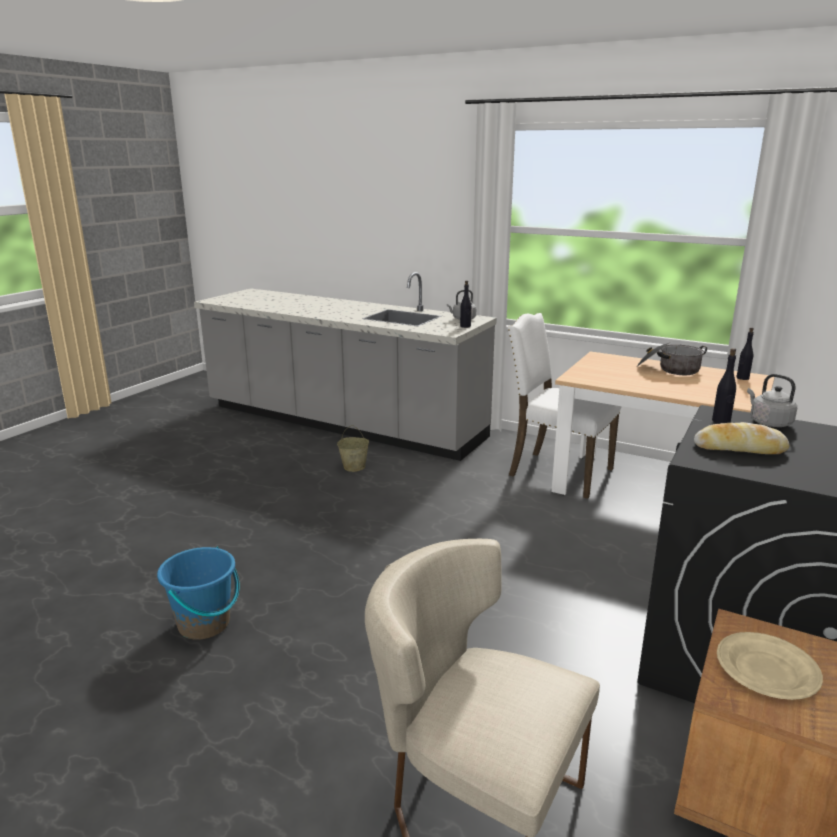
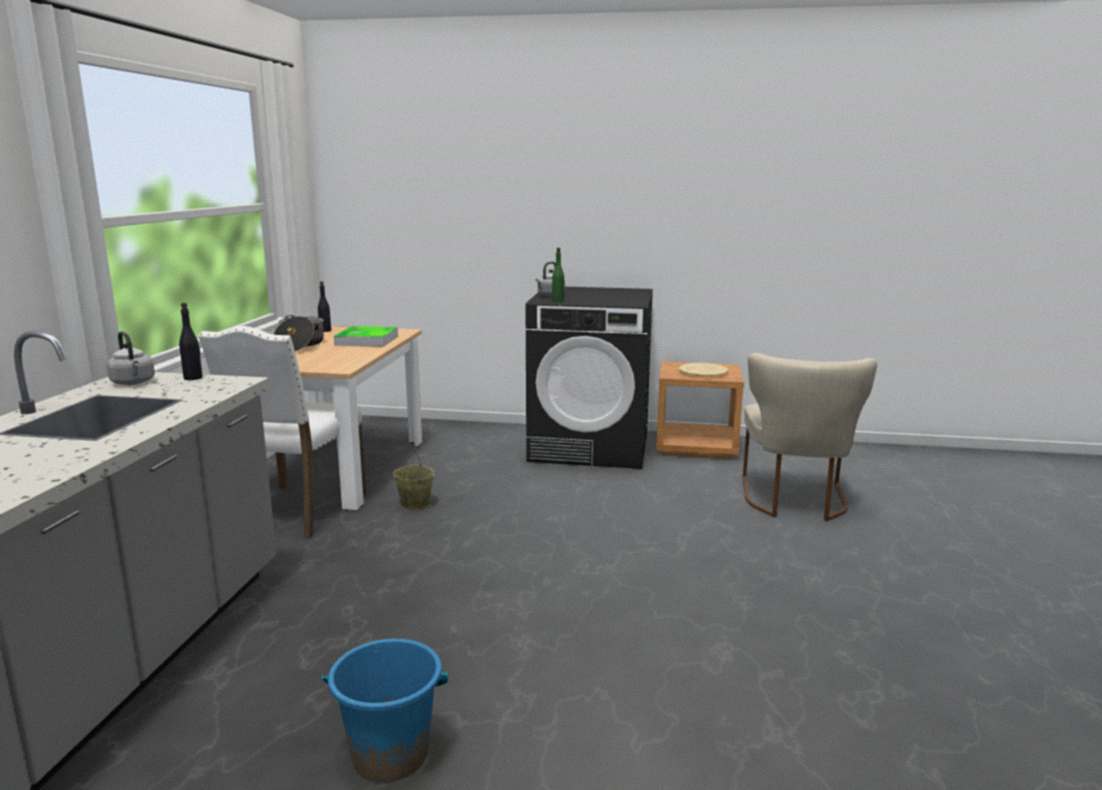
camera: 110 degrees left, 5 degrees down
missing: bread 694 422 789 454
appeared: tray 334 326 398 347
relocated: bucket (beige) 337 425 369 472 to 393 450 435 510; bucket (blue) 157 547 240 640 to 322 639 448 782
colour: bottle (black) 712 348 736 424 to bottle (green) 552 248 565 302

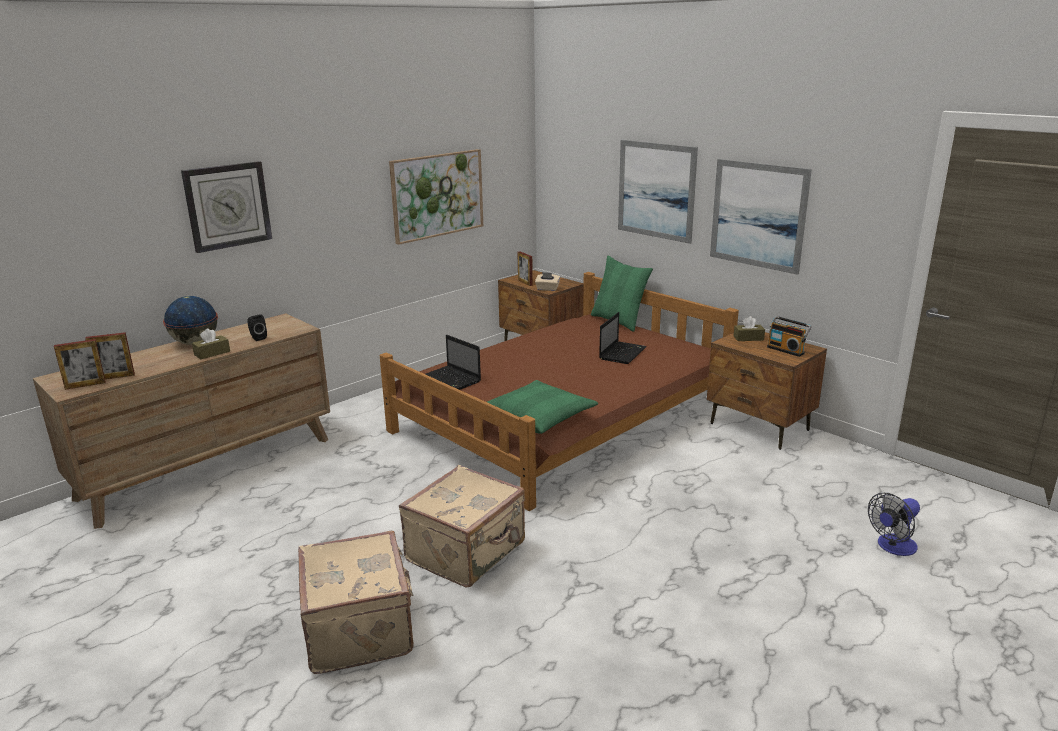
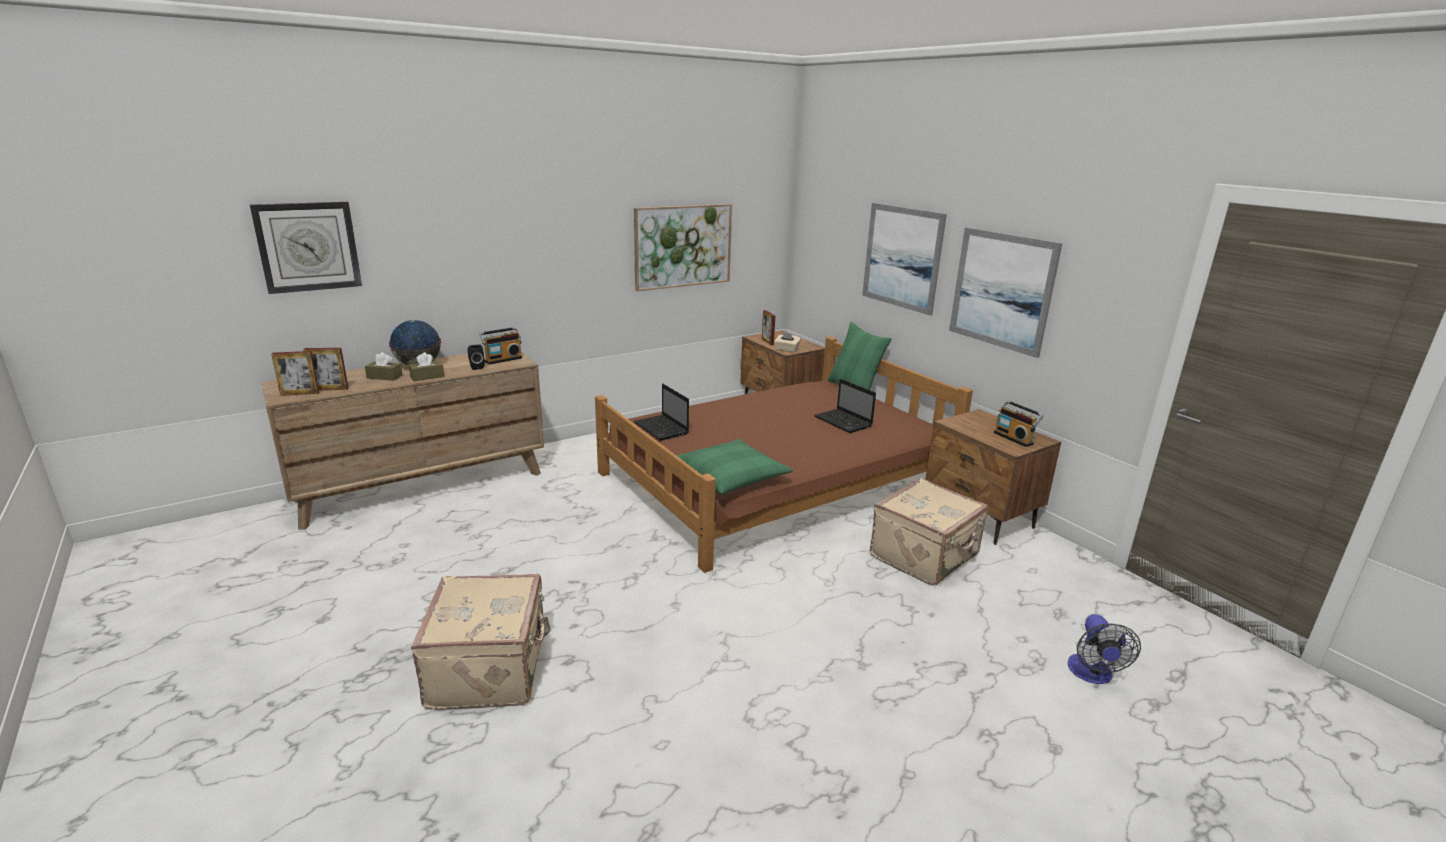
camera: 10 degrees right, 0 degrees up
appeared: radio 479 327 522 365
relocated: wall clock 181 161 272 253 to 250 202 362 294; tissue box (brown) 734 316 765 341 to 365 352 403 381; suitcase (beige) 399 465 525 587 to 870 478 988 586
spun: laptop 599 312 647 364 = 814 379 876 433 105 degrees clockwise; fan 868 493 920 556 = 1068 614 1141 684 60 degrees counterclockwise

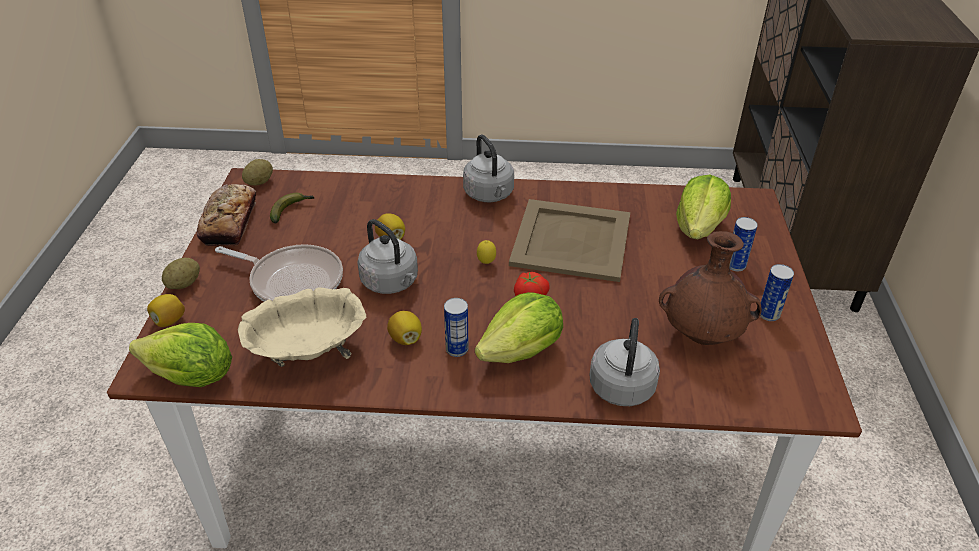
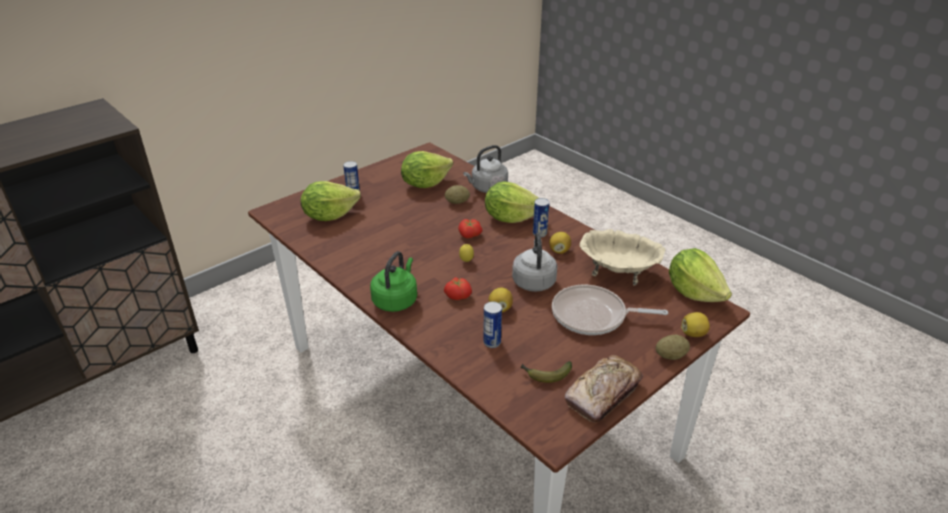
camera: 135 degrees left, 5 degrees down
missing: tray (beige) 509 199 630 282
appeared: tomato 444 277 472 300
relocated: potato 242 159 273 186 to 445 185 470 204; can 760 264 794 321 to 483 302 502 348
exchanged: vase (brown) 659 231 762 345 to lettuce 401 151 453 188
colour: kettle (grey) 463 134 514 202 to kettle (green) 370 251 417 312
spun: frying pan 215 244 343 302 = 552 285 668 335 60 degrees counterclockwise

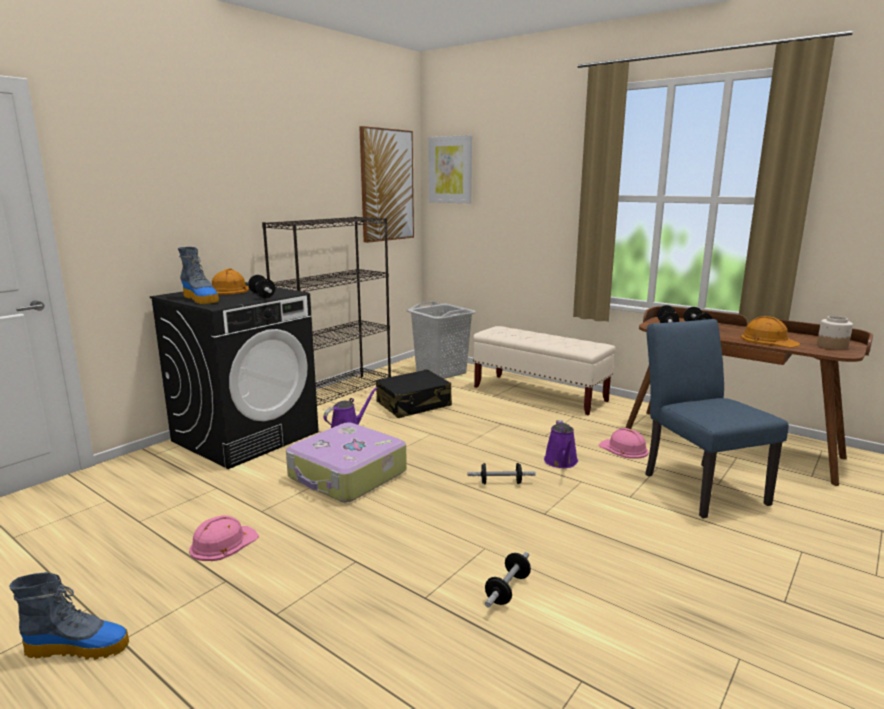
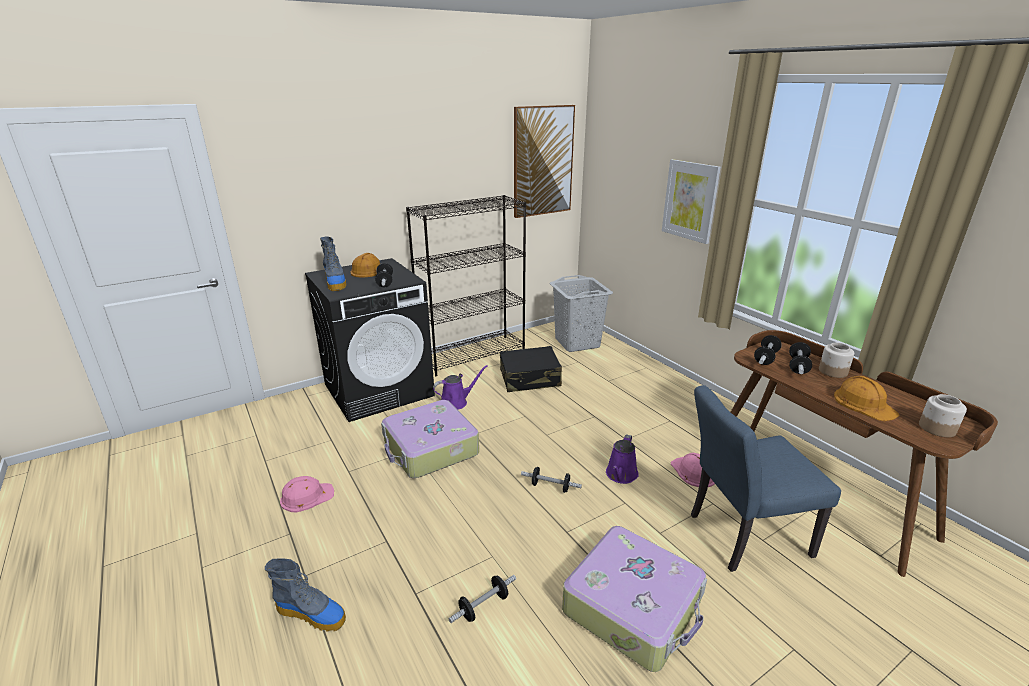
camera: 20 degrees right, 10 degrees up
missing: bench (beige) 473 326 615 415
appeared: jar 819 343 854 378; suitcase 562 526 707 672
relocated: picture 428 135 472 203 to 662 159 721 244; boot 9 572 129 660 to 265 558 346 632
spun: chair (blue) 645 319 789 518 = 691 385 841 572 105 degrees counterclockwise

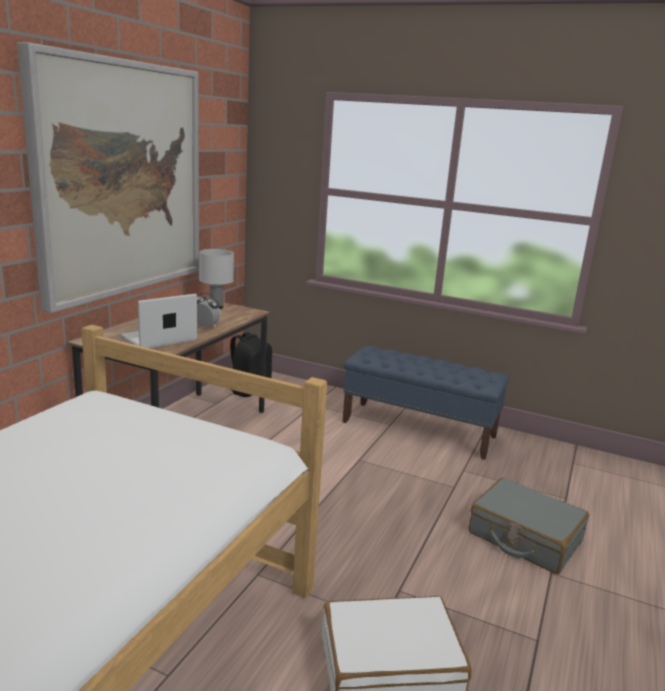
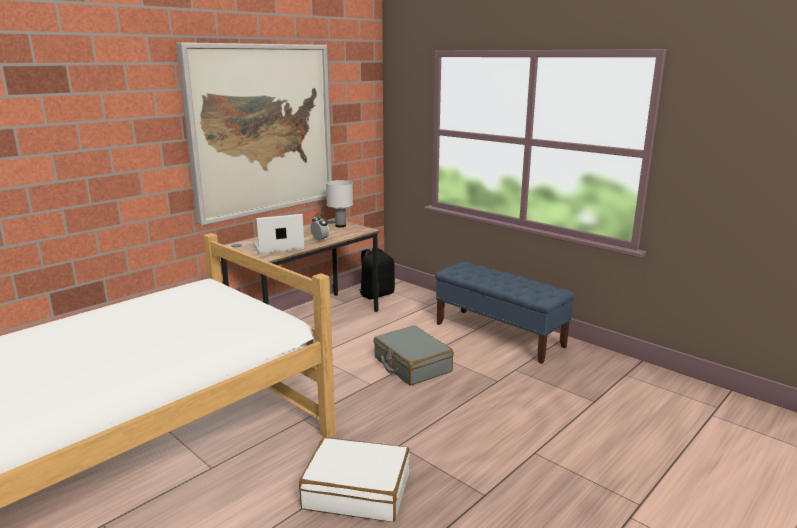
camera: 20 degrees right, 0 degrees up
relocated: suitcase (grey) 468 477 589 574 to 374 325 454 386

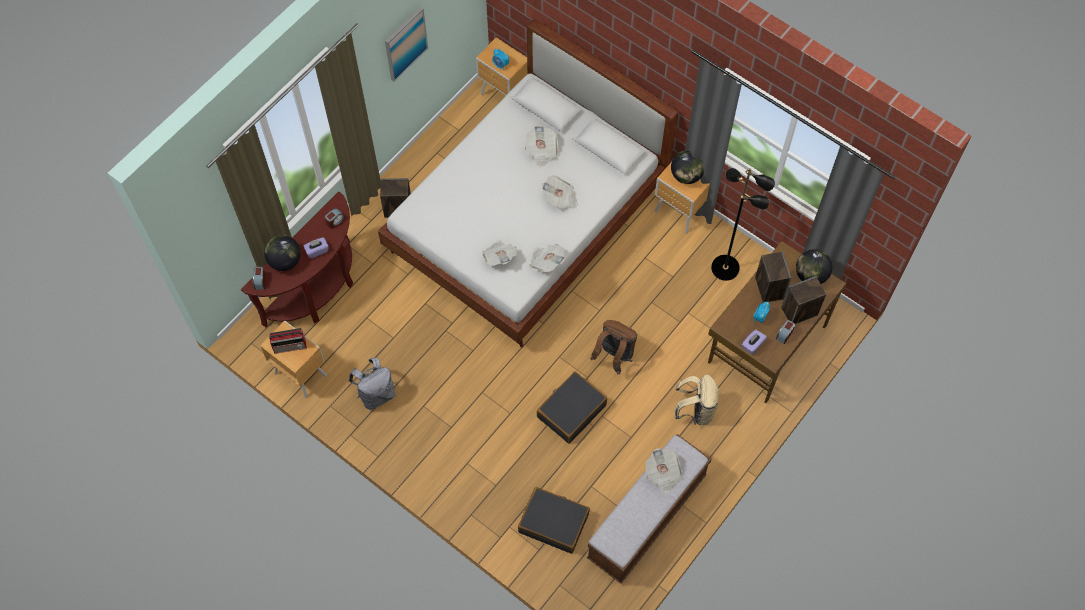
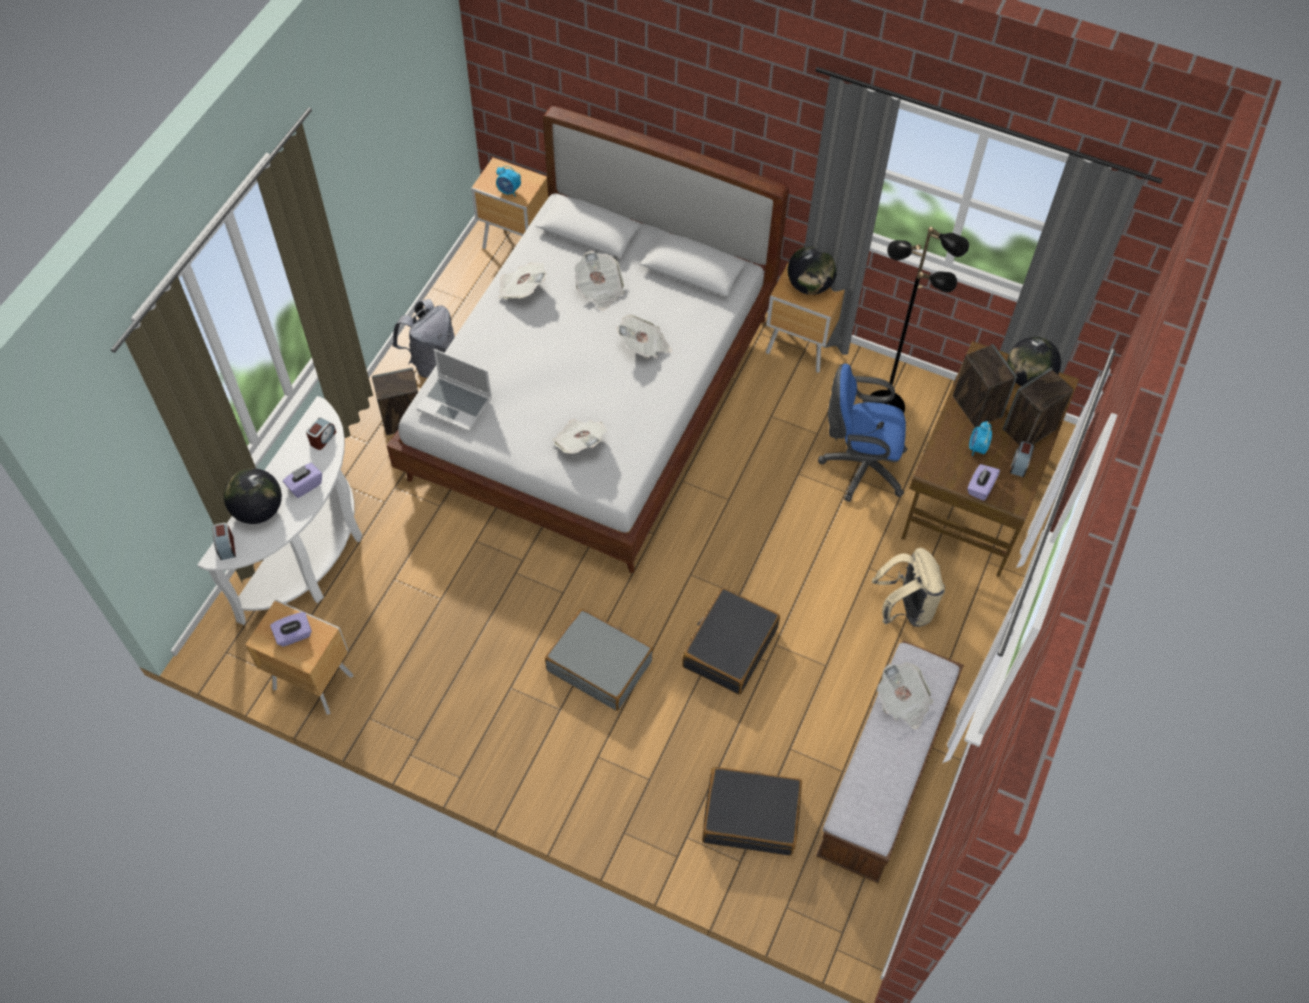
camera: 15 degrees left, 5 degrees down
missing: picture 385 7 428 82; backpack (brown) 590 320 637 374
appeared: laptop 417 349 492 432; office chair (blue) 818 364 908 502; suitcase (grey) 545 609 653 711
relocated: newspaper 530 244 565 272 to 499 262 546 299; backpack (grey) 349 358 395 410 to 392 299 455 378
exchanged: radio 269 328 307 354 to tissue box (purple) 270 612 312 647
colour: console table (brown) 241 191 353 328 to console table (white) 197 396 362 625

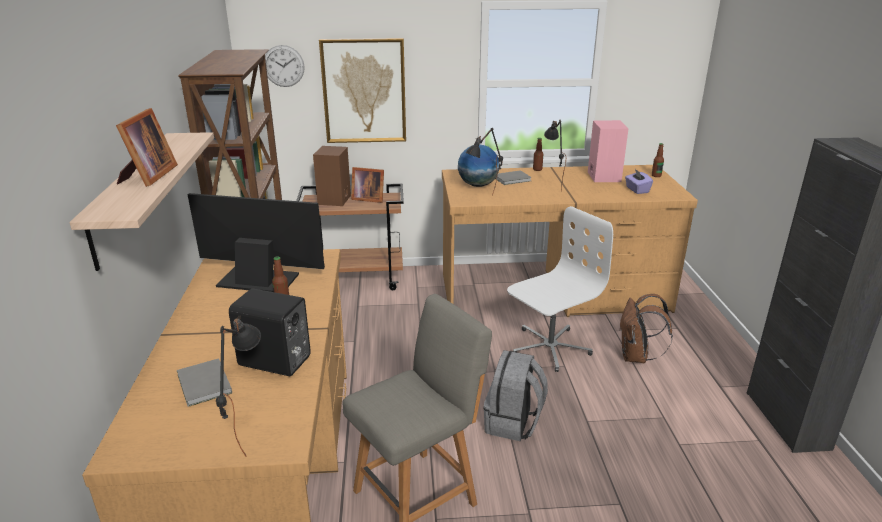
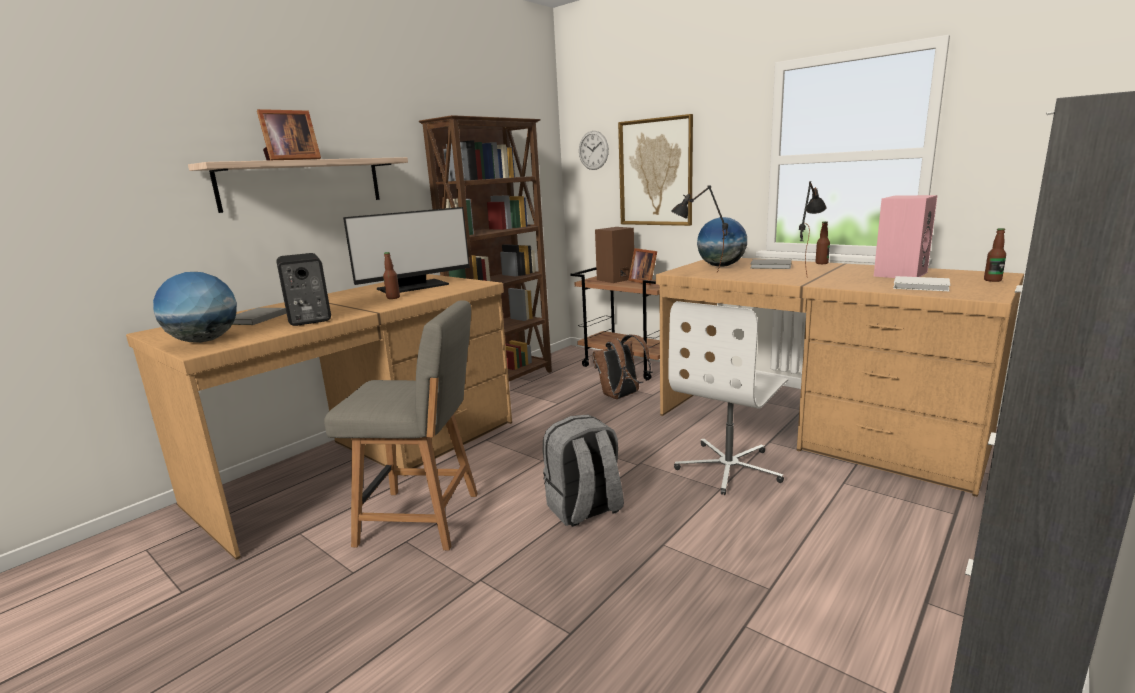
camera: 45 degrees right, 10 degrees down
relocated: backpack (brown) 619 294 673 363 to 592 335 651 399
exchanged: tissue box (purple) 625 169 653 194 to book (white) 893 276 950 291; table lamp (black) 216 316 261 456 to globe 153 272 237 343
spun: monitor 187 193 325 292 = 343 207 470 293 90 degrees clockwise; office chair (white) 507 206 613 372 = 668 301 788 495 120 degrees clockwise

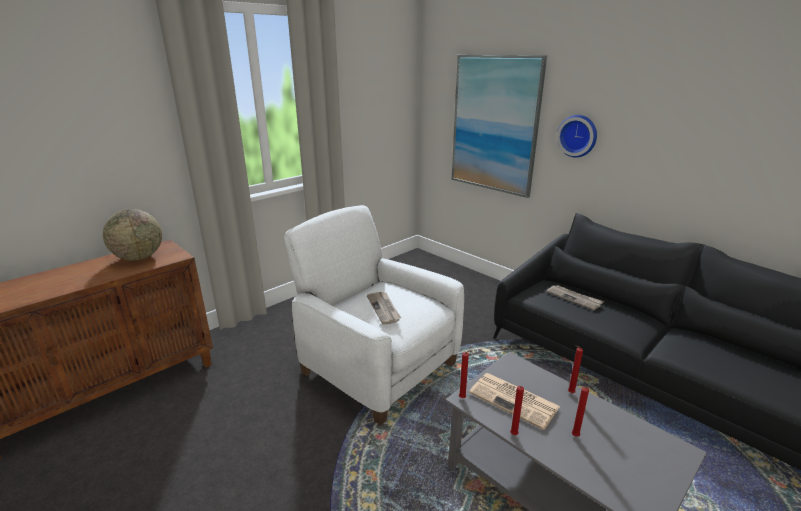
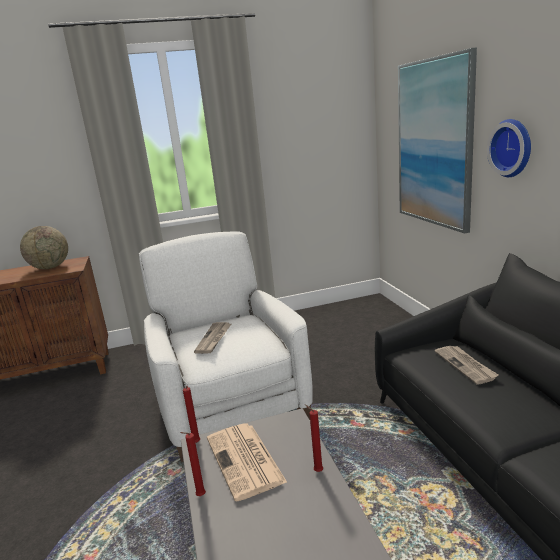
camera: 30 degrees right, 5 degrees down
missing: candle (red) 572 386 594 437

